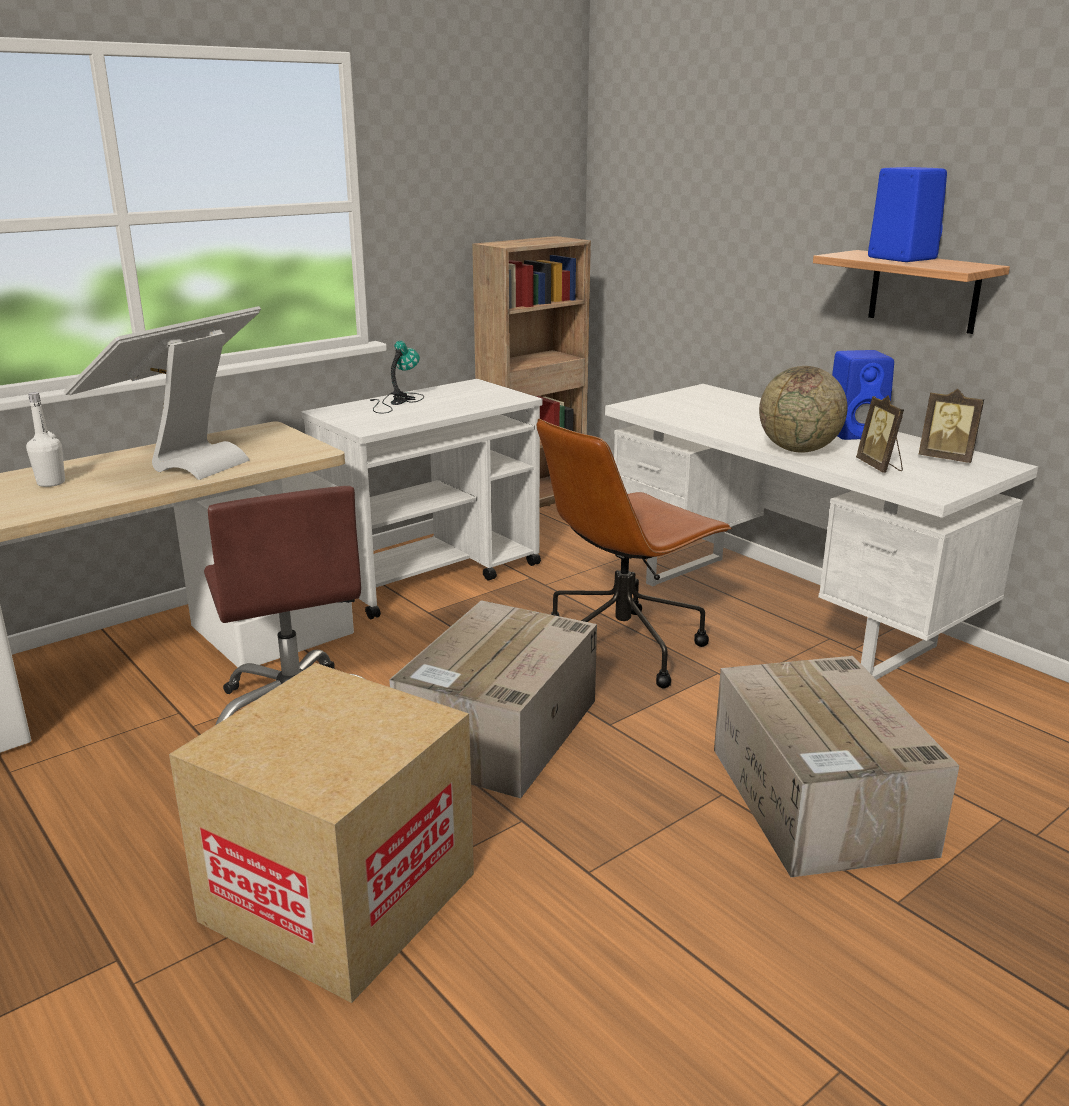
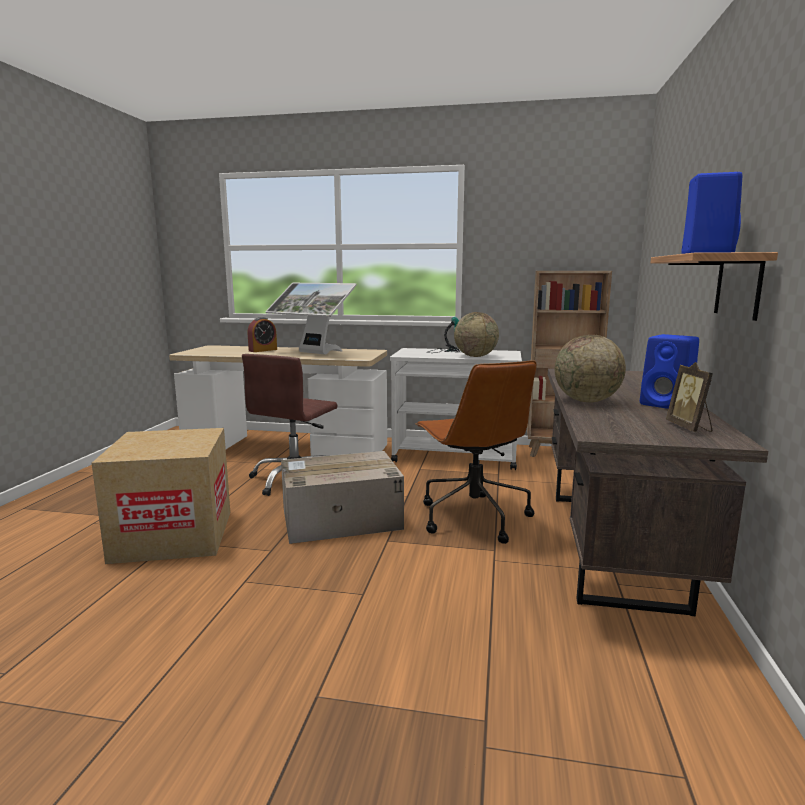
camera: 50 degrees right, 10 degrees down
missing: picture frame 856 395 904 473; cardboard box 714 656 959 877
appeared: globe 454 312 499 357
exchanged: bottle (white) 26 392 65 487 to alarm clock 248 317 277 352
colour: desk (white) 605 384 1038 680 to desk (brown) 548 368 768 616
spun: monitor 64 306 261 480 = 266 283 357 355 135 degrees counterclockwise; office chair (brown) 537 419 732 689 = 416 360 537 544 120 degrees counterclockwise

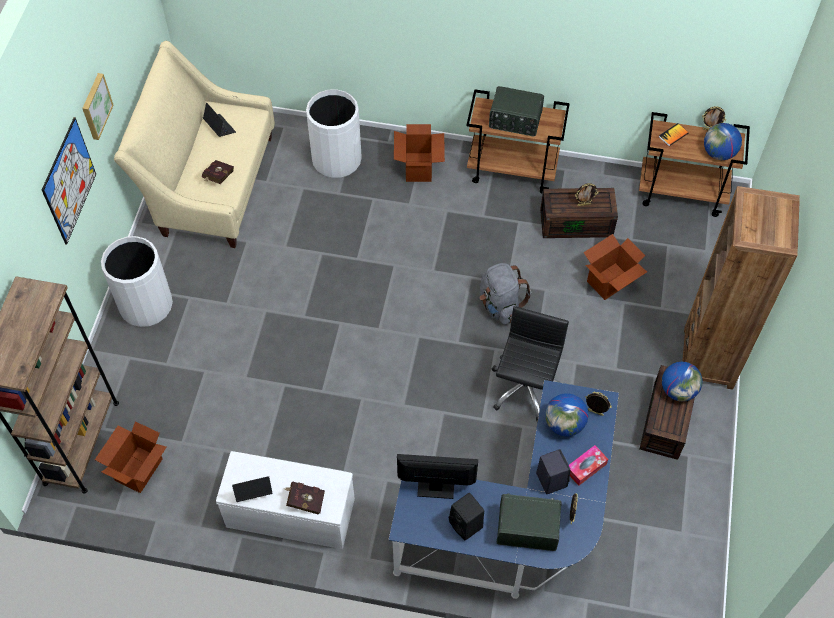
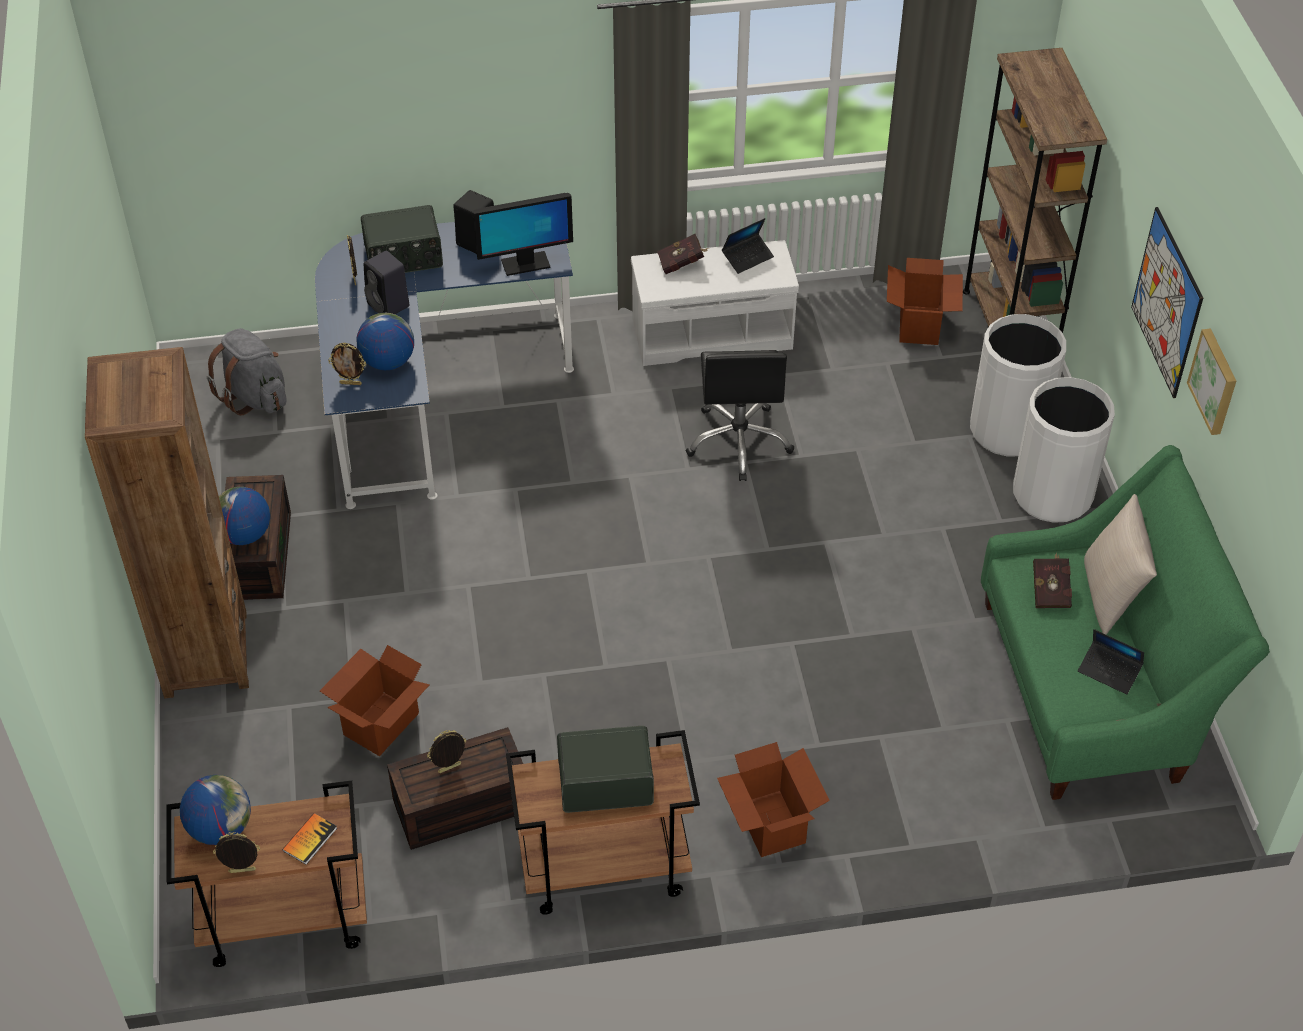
camera: 160 degrees right, 10 degrees down
missing: tissue box 569 445 608 486
appeared: pillow (beige) 1084 494 1157 635
relocated: trash can (white) 306 89 362 178 to 970 314 1066 457; backpack (grey) 480 263 531 325 to 207 328 287 416; office chair (black) 492 306 569 422 to 686 350 794 481
colour: sofa (beige) 114 41 275 248 to sofa (green) 981 445 1270 800

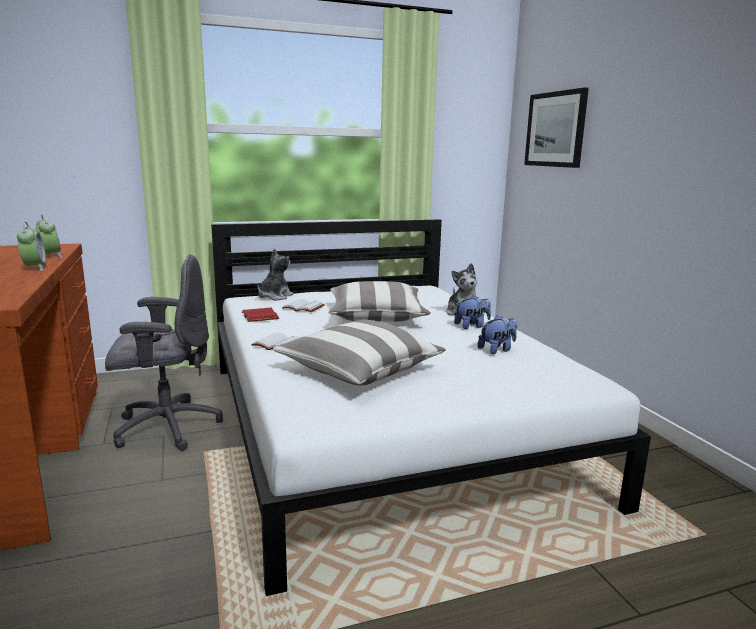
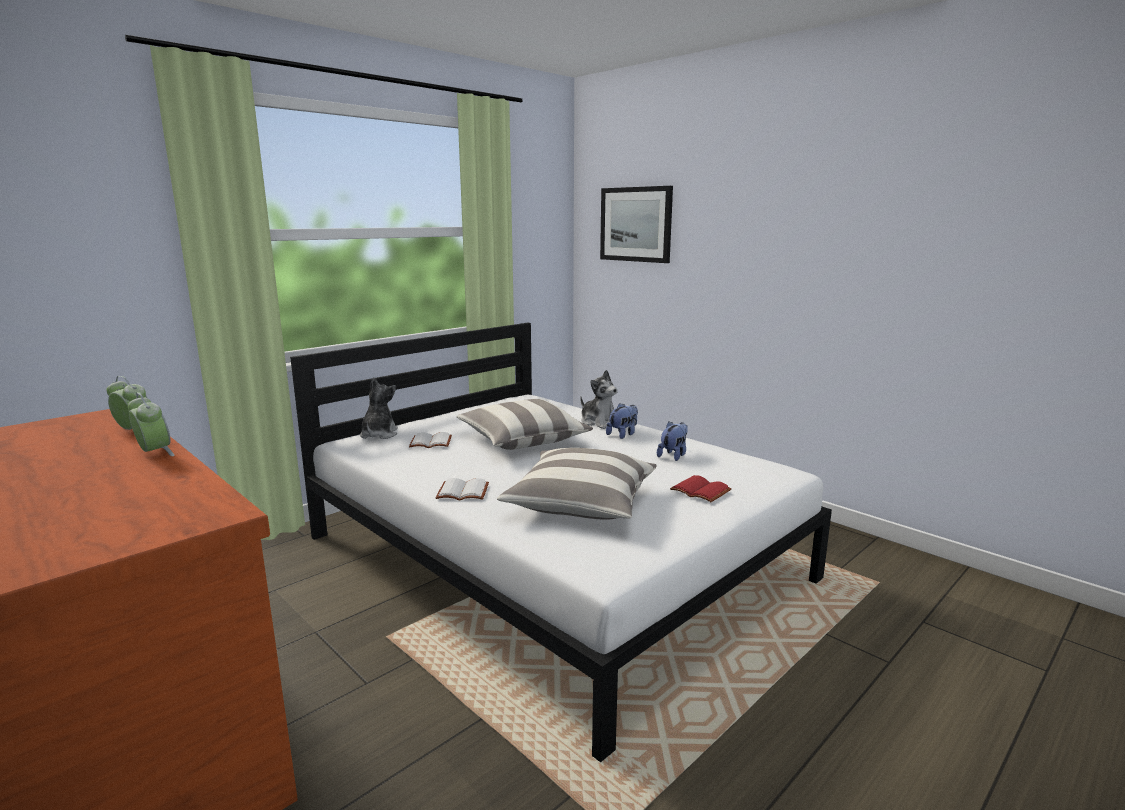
camera: 25 degrees left, 0 degrees up
missing: office chair (grey) 105 254 223 451
relocated: book (red) 242 308 279 322 to 670 475 732 502

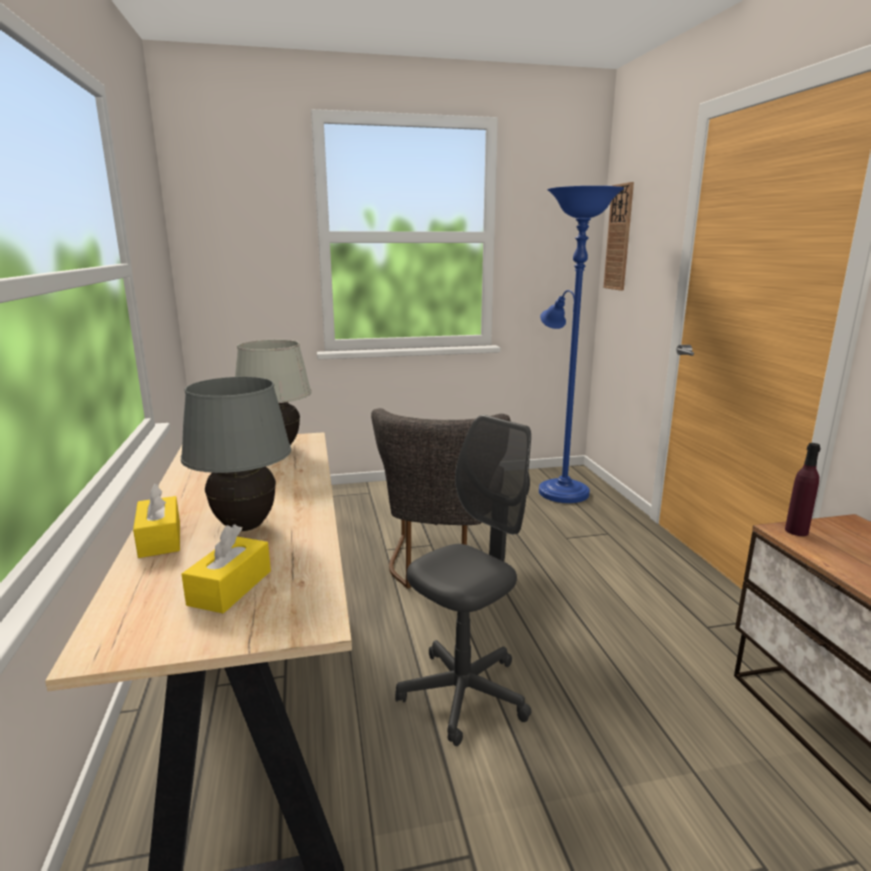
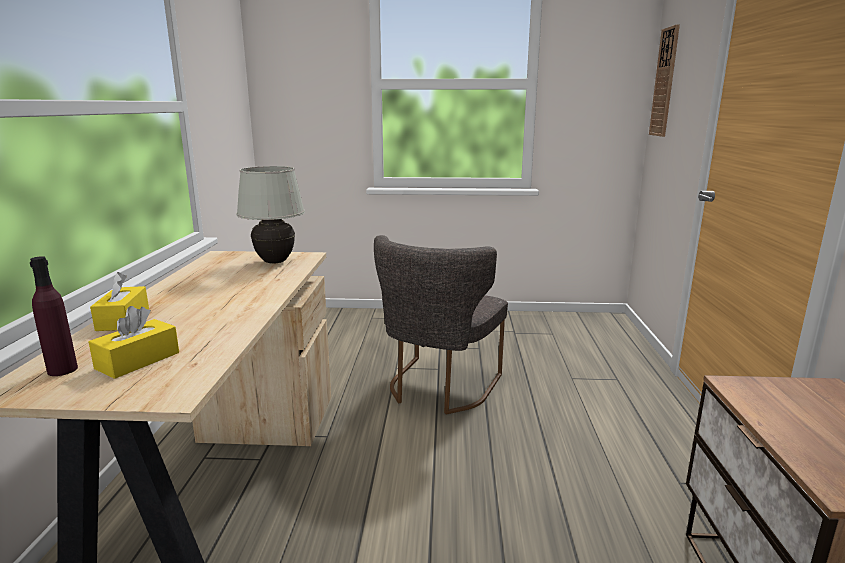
camera: 15 degrees right, 0 degrees up
missing: floor lamp (blue) 539 186 624 503; table lamp (grey) 181 377 291 531; office chair (grey) 395 415 532 746
relocated: bottle (purple) 785 443 821 536 to 30 256 78 376

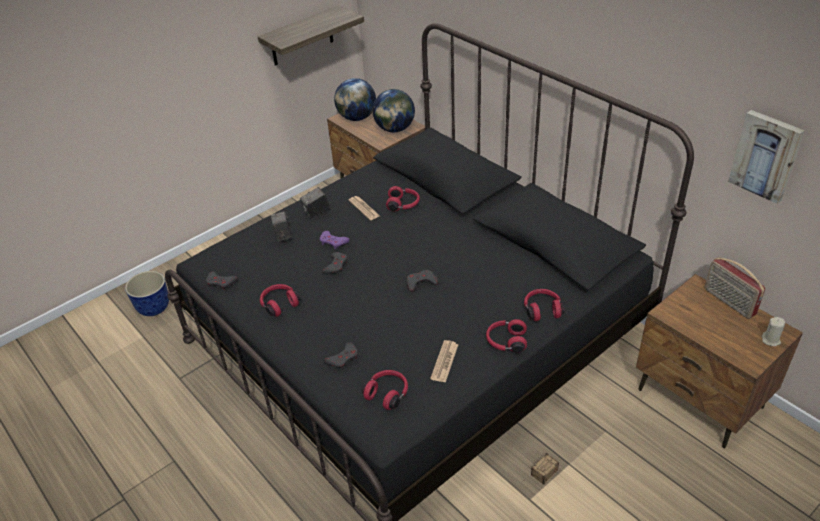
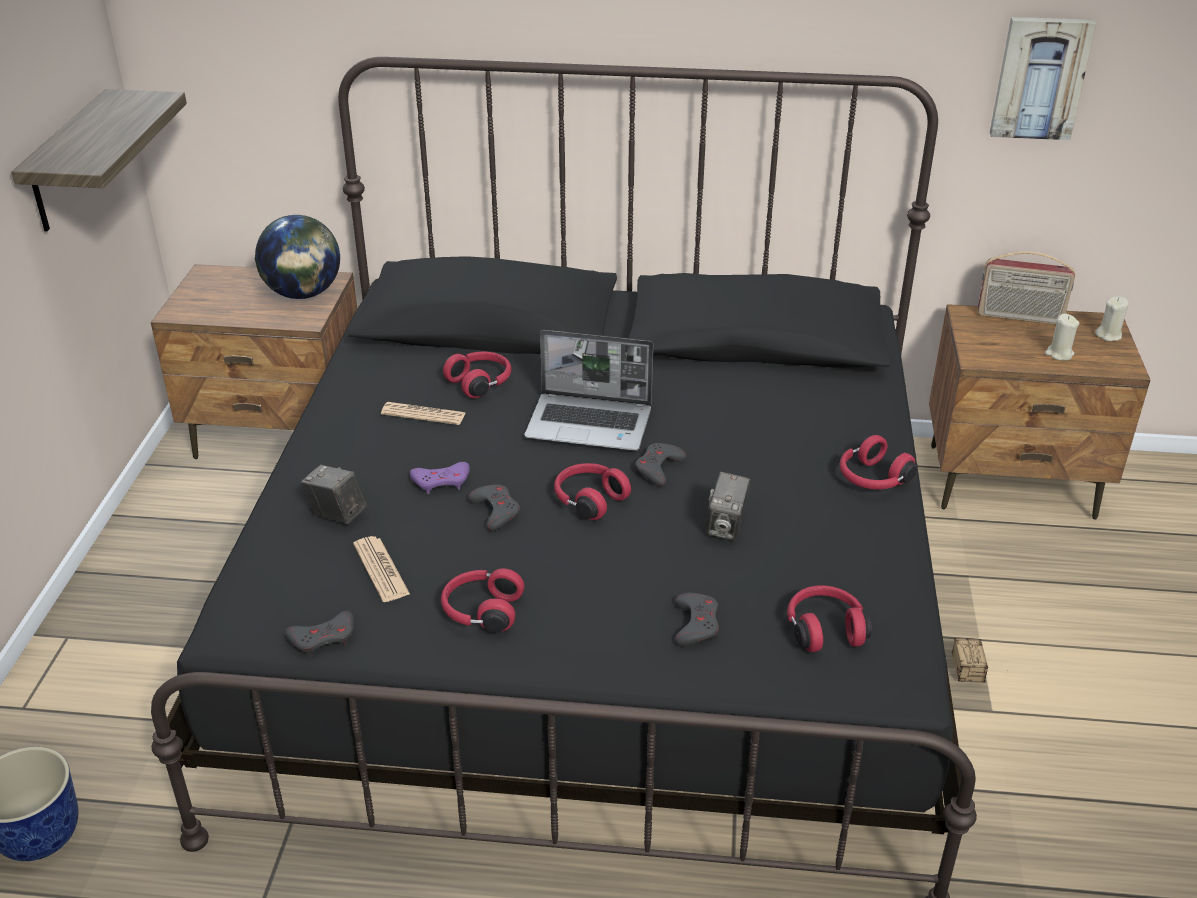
camera: 45 degrees left, 5 degrees down
missing: globe 334 78 376 121
appeared: candle (beige) 1045 314 1079 361; laptop 525 330 653 451
relocated: photo camera 300 187 330 218 to 706 472 750 541; headphones (red) 524 289 564 321 to 554 463 631 520; newspaper 430 340 458 383 to 353 536 410 602

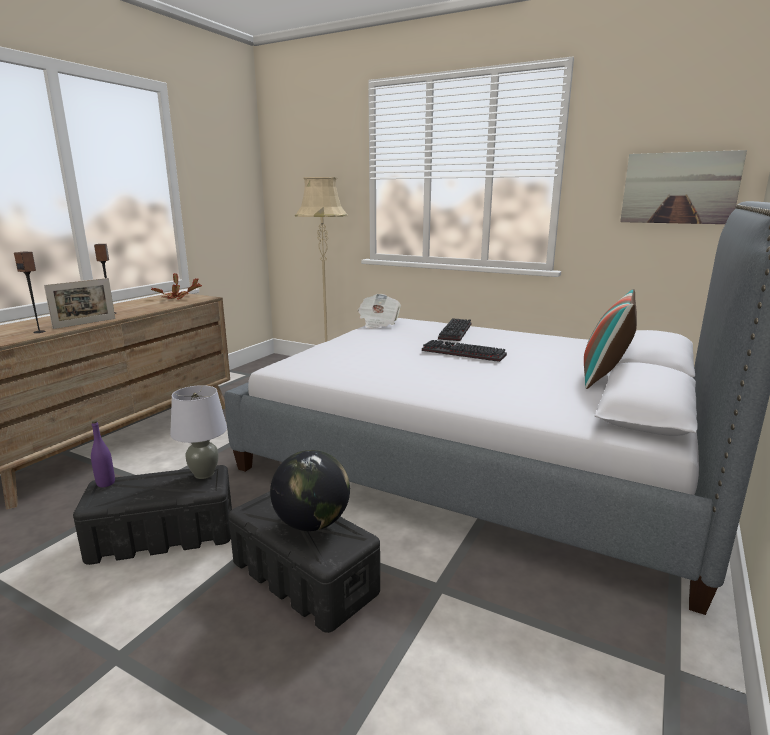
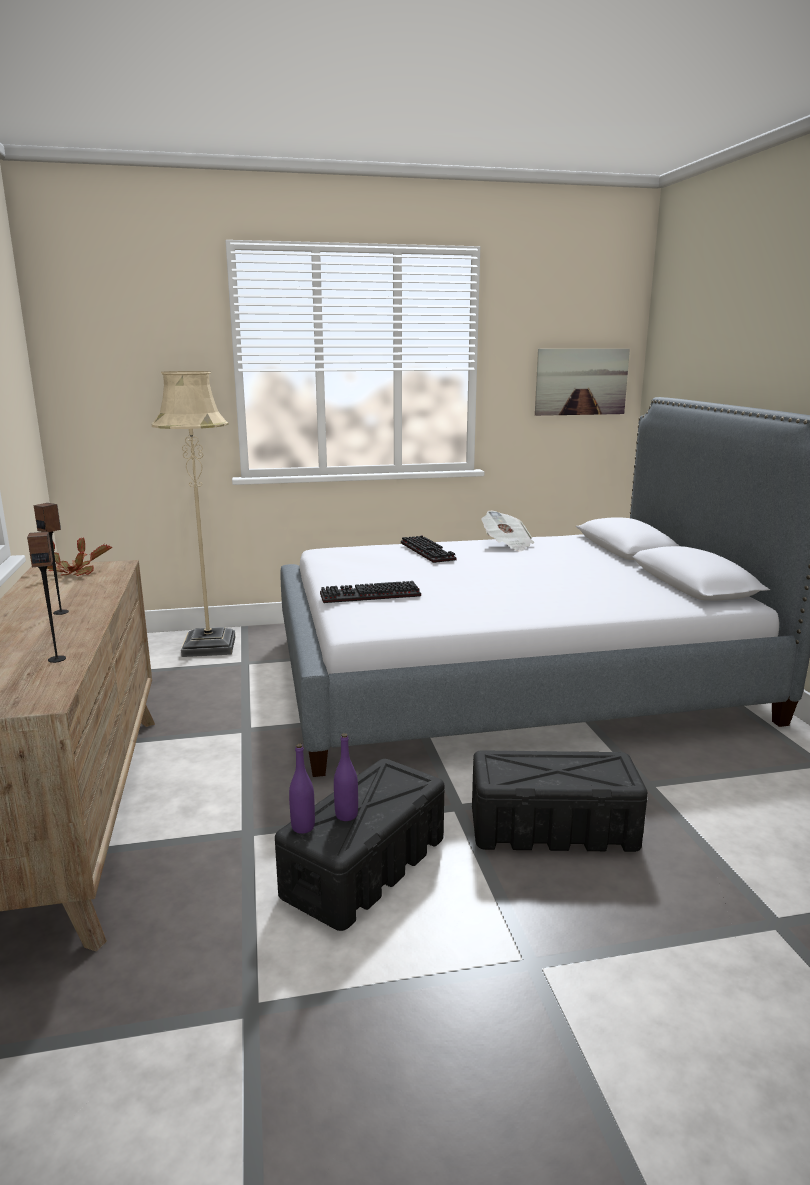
camera: 40 degrees left, 0 degrees up
missing: picture frame 44 278 115 329; pillow 584 289 637 389; table lamp (grey) 170 385 227 479; globe 270 450 350 531
appeared: bottle (purple) 334 733 358 821
relocated: newspaper 358 294 401 328 to 481 511 535 552; keyboard 422 340 507 362 to 320 581 421 603

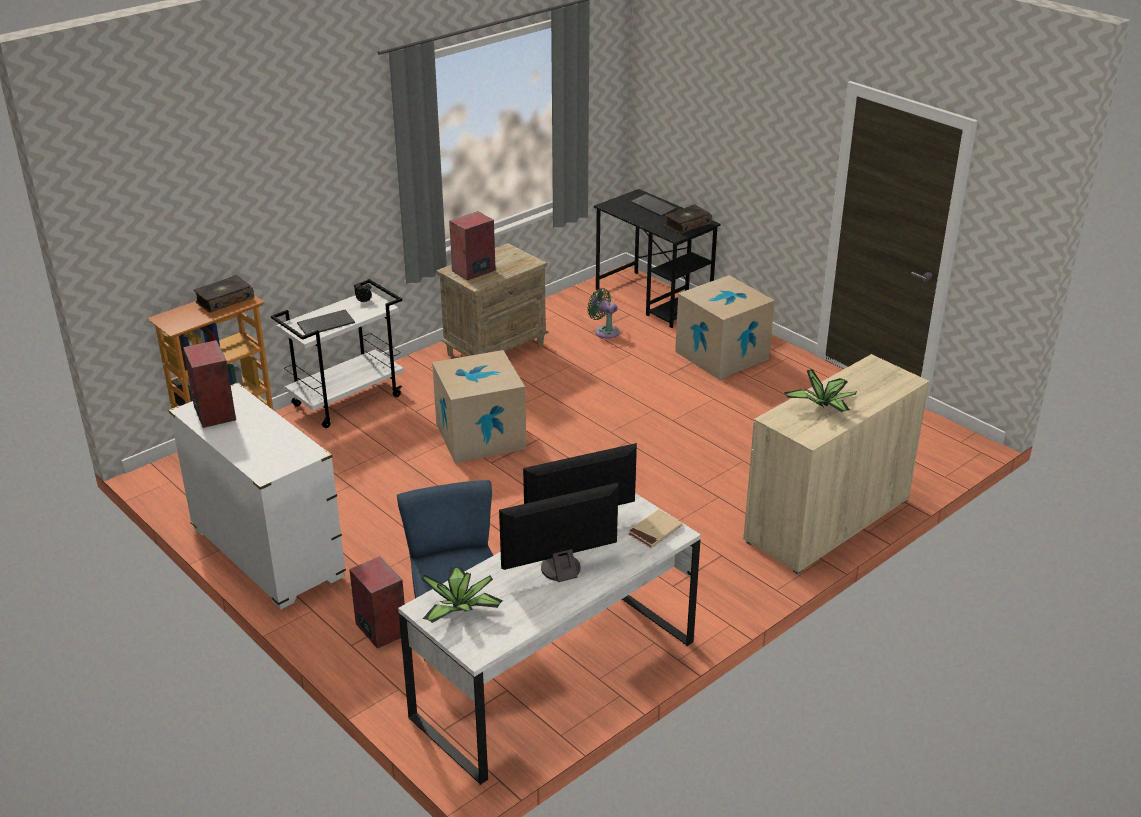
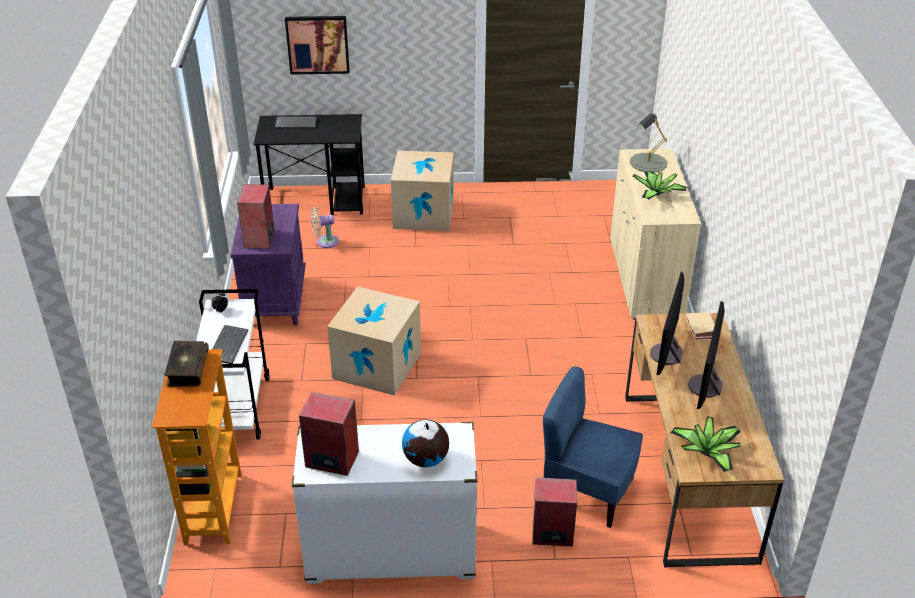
camera: 50 degrees left, 5 degrees up
missing: book 664 204 712 234
appeared: picture 285 16 350 74; table lamp (grey) 630 113 667 173; globe 402 419 449 467
colour: nightstand (beige) 437 243 549 356 to nightstand (purple) 231 204 306 325; fan (green) 587 288 619 339 to fan (beige) 310 207 339 248; desk (white) 398 493 701 785 to desk (brown) 625 313 784 568

